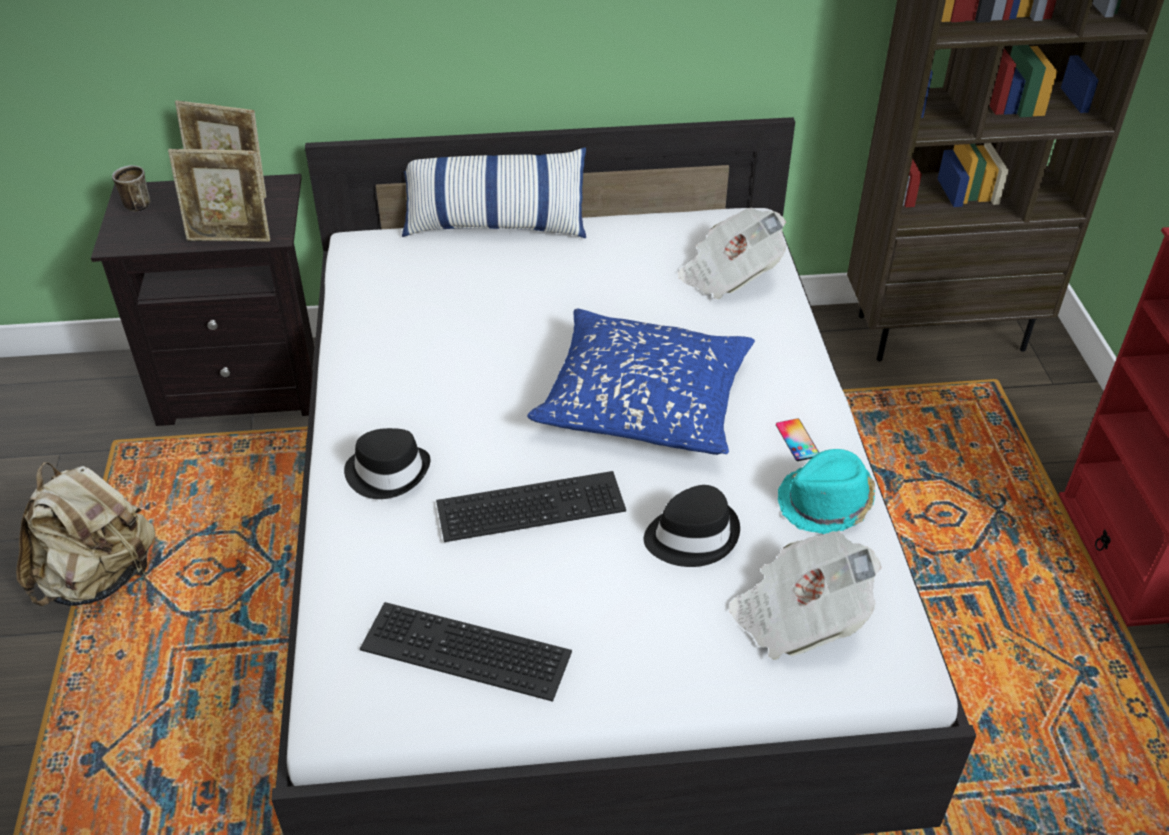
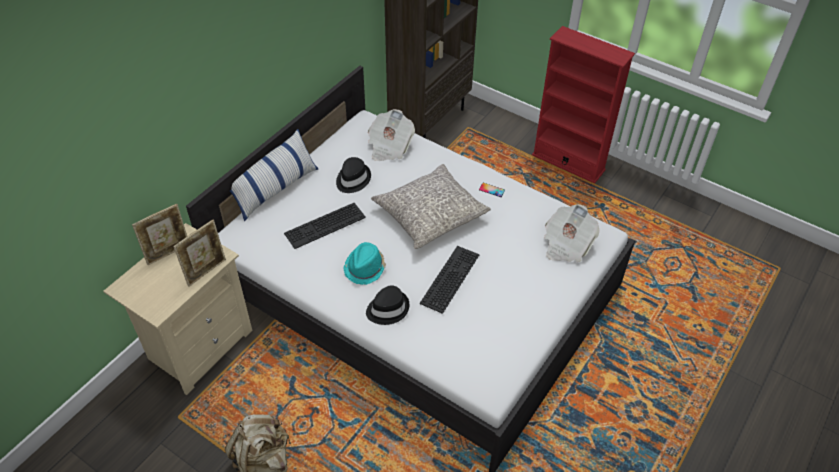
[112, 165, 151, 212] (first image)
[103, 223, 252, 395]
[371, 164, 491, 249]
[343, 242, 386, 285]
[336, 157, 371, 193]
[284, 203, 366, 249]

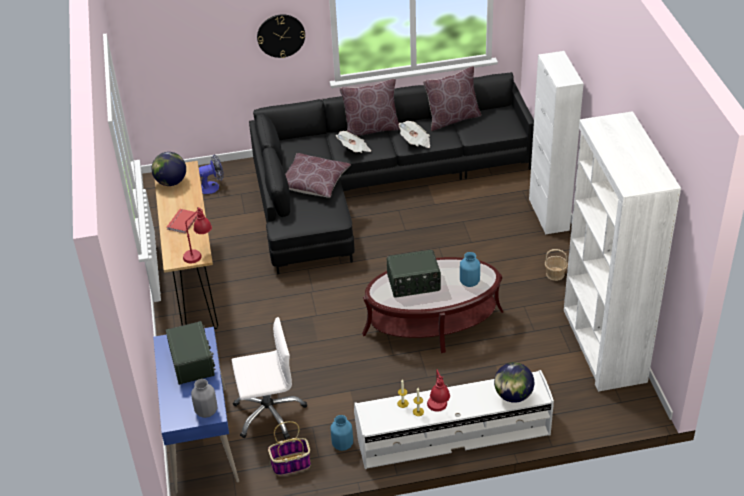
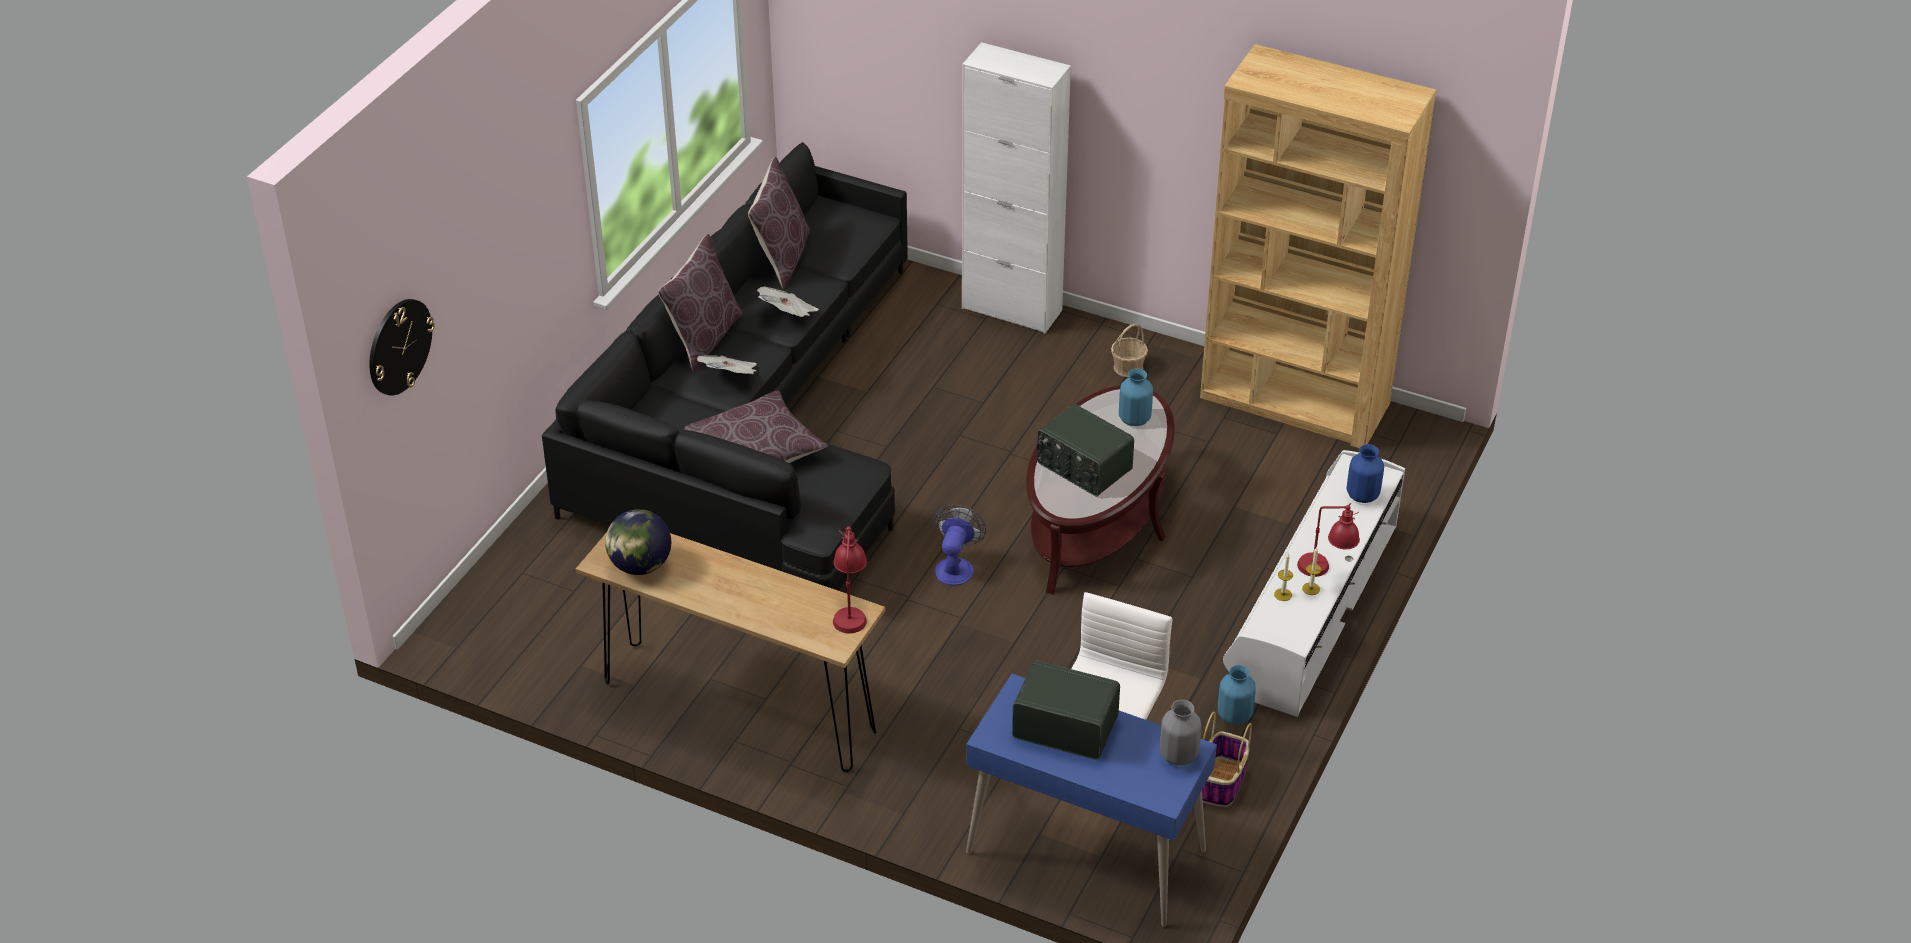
[370, 299, 435, 396]
[1200, 44, 1436, 448]
[935, 505, 986, 586]
[167, 209, 197, 234] (first image)
[1037, 404, 1134, 496]
[1347, 444, 1384, 503]

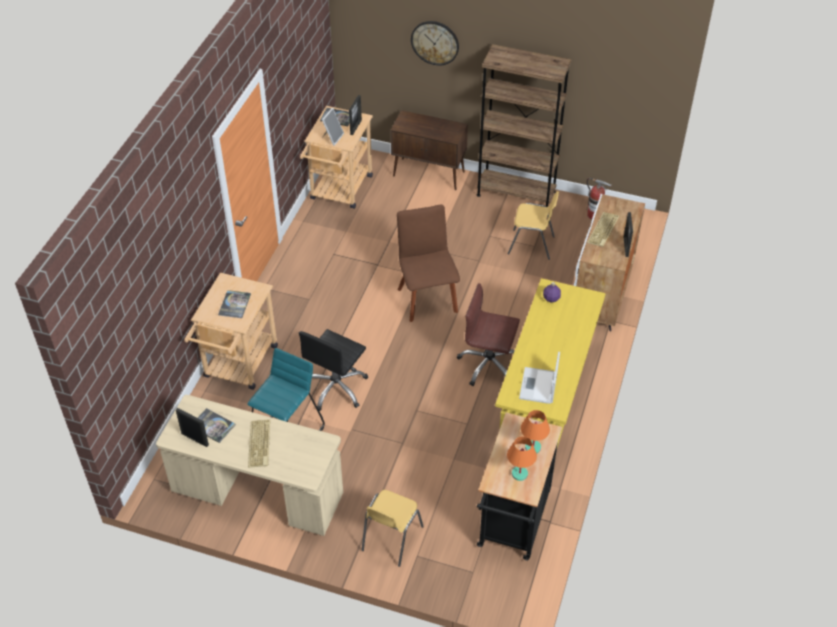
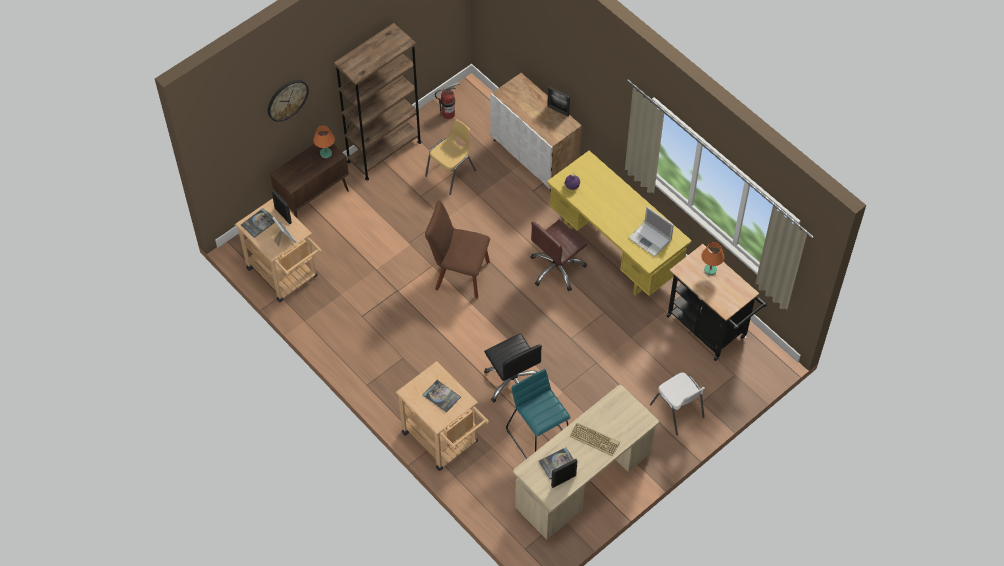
[587, 212, 619, 247] (first image)
[313, 125, 335, 158]
[650, 372, 705, 435]

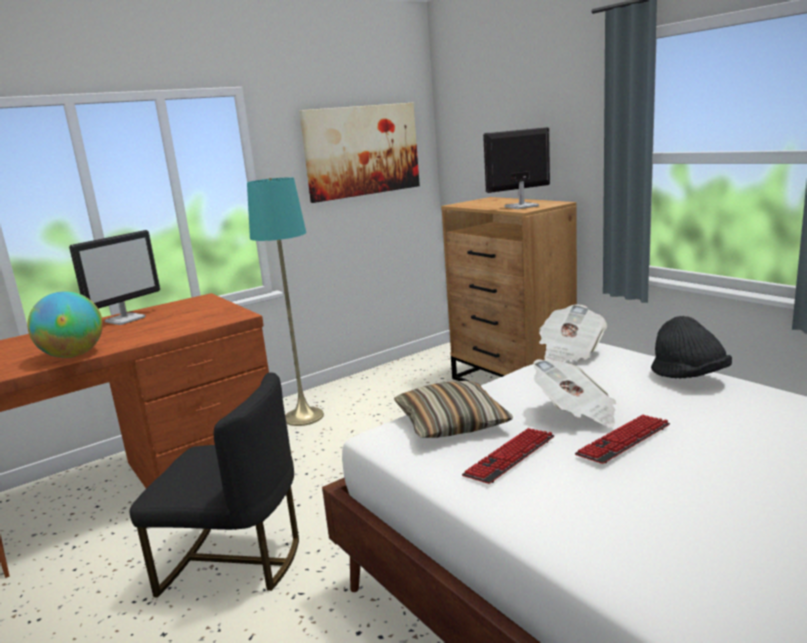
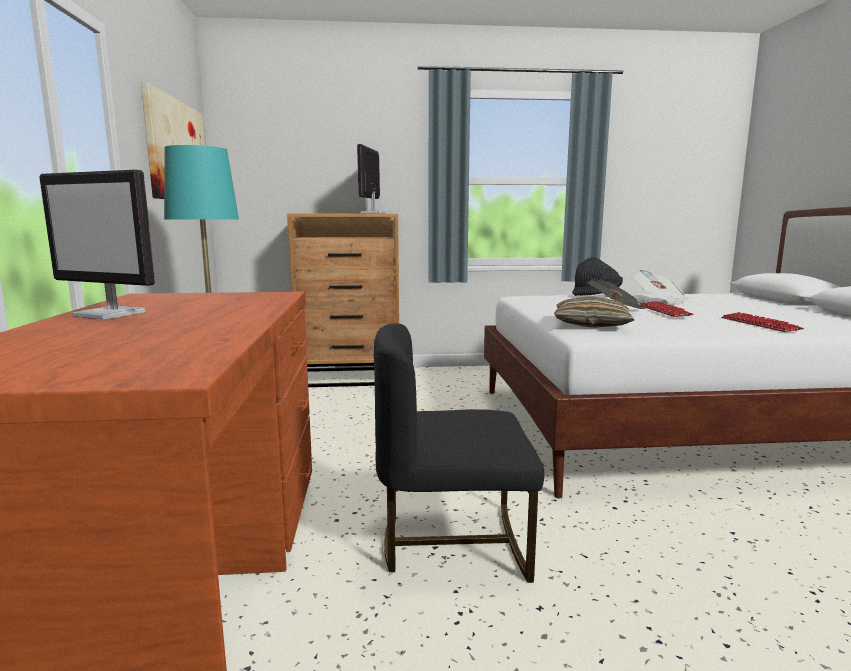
[39, 170, 155, 319]
[28, 291, 103, 358] (first image)
[634, 269, 688, 305]
[374, 323, 544, 583]
[722, 312, 804, 332]

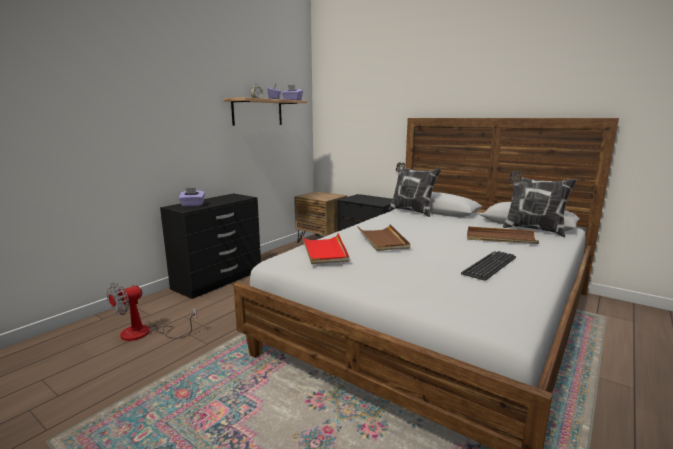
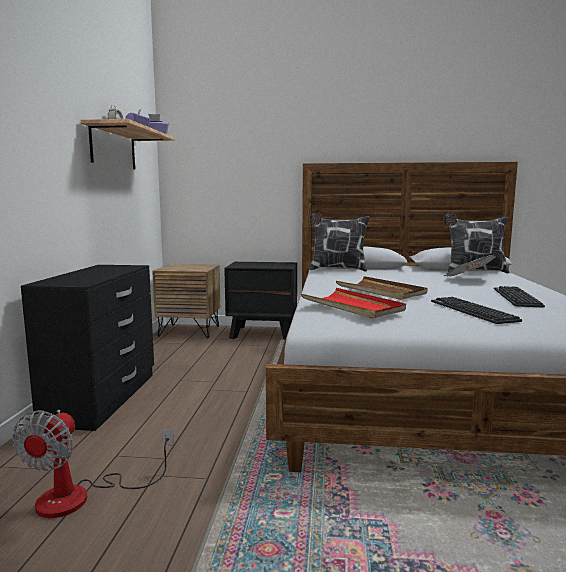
[179, 188, 205, 207] (first image)
[444, 255, 495, 277]
[431, 297, 522, 324]

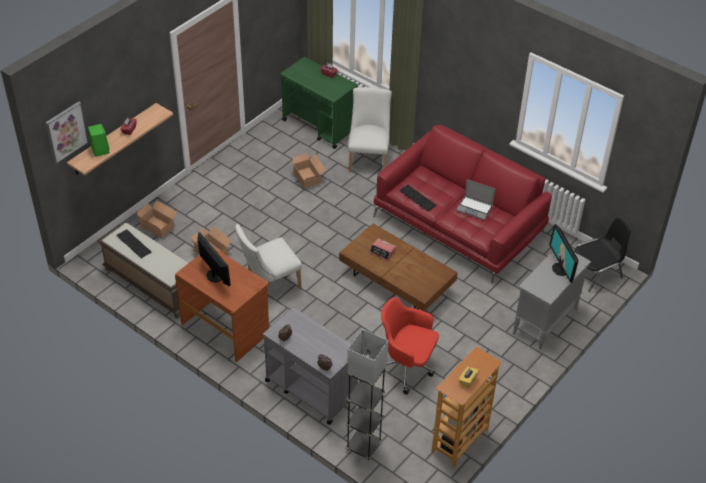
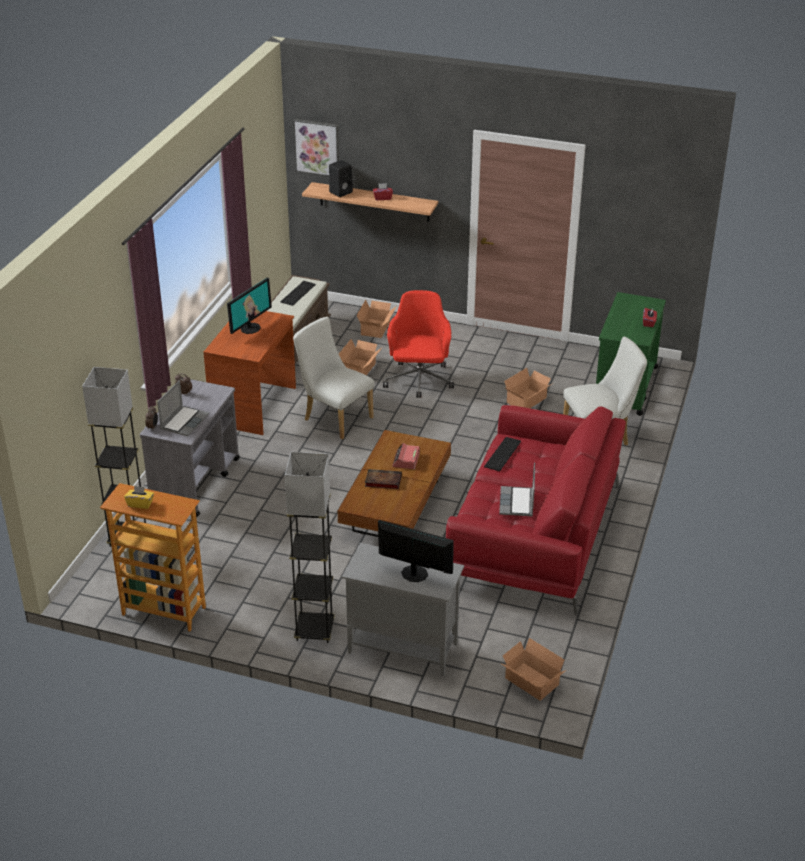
[329, 160, 353, 197]
[500, 638, 566, 701]
[378, 520, 454, 582]
[383, 290, 454, 398]
[157, 380, 209, 436]
[285, 452, 335, 643]
[365, 469, 402, 489]

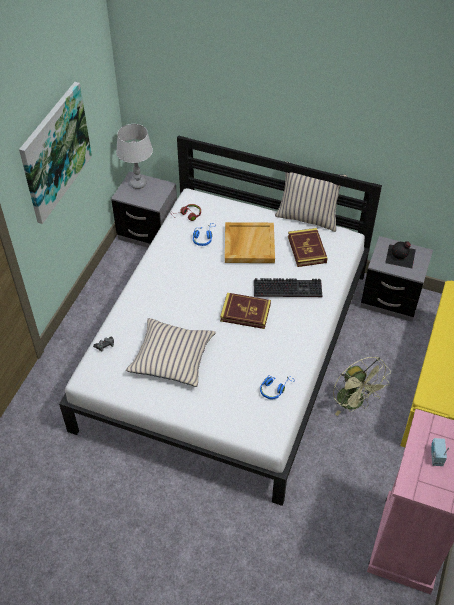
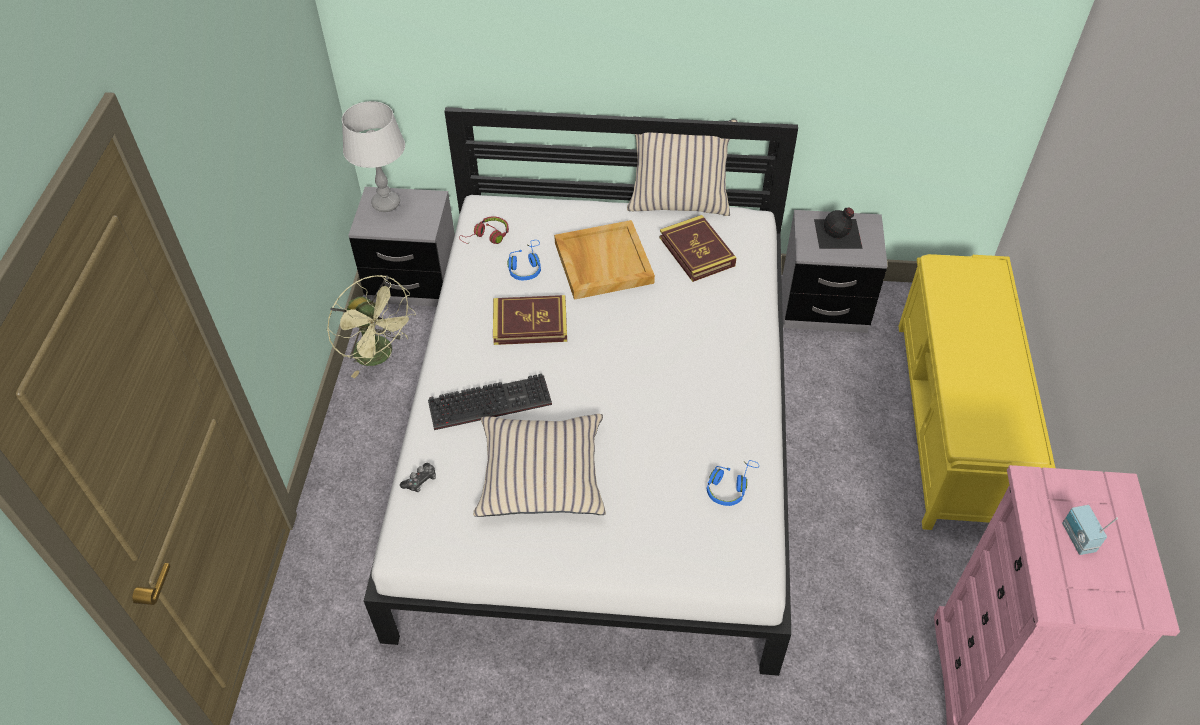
[19, 82, 92, 224] (first image)
[428, 374, 552, 430]
[493, 295, 567, 345]
[327, 275, 416, 378]

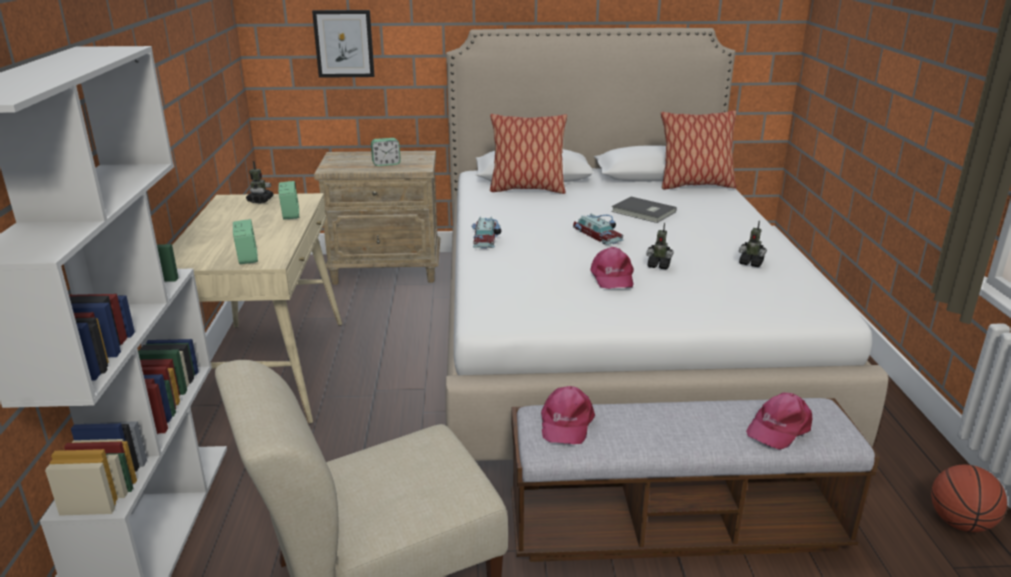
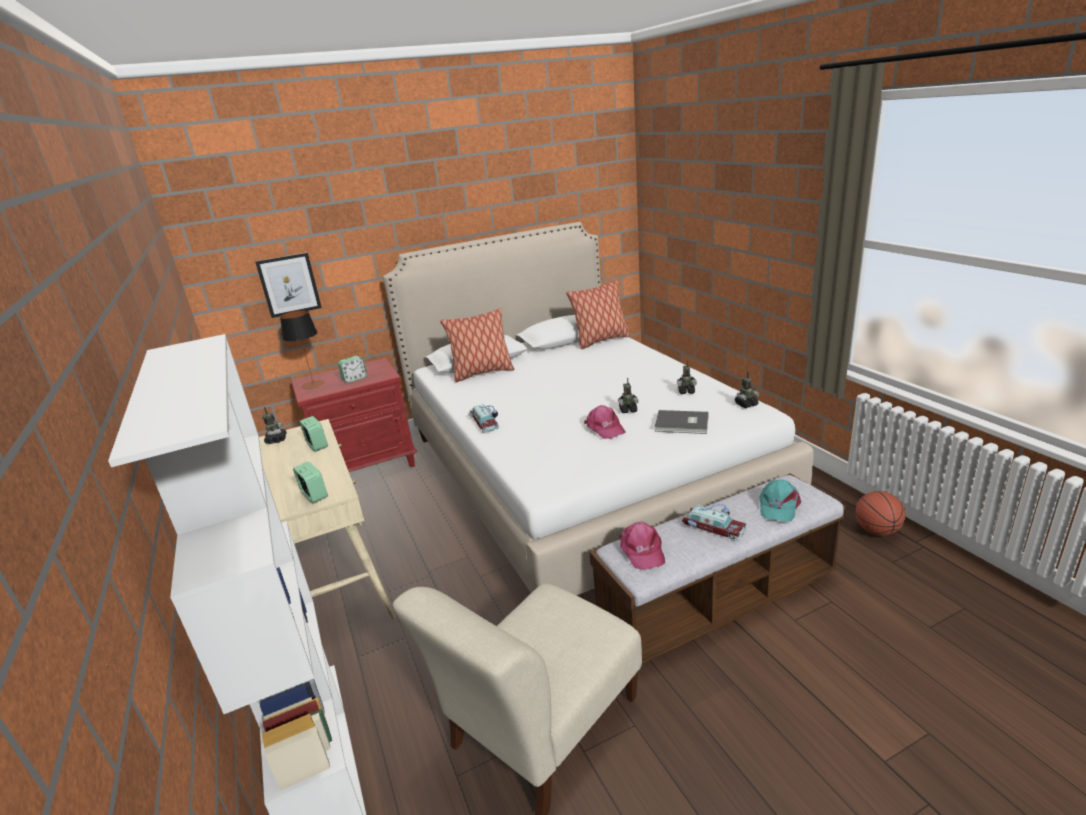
[291, 358, 417, 472]
[655, 410, 709, 434]
[681, 504, 747, 540]
[759, 479, 801, 522]
[280, 310, 325, 389]
[735, 371, 760, 408]

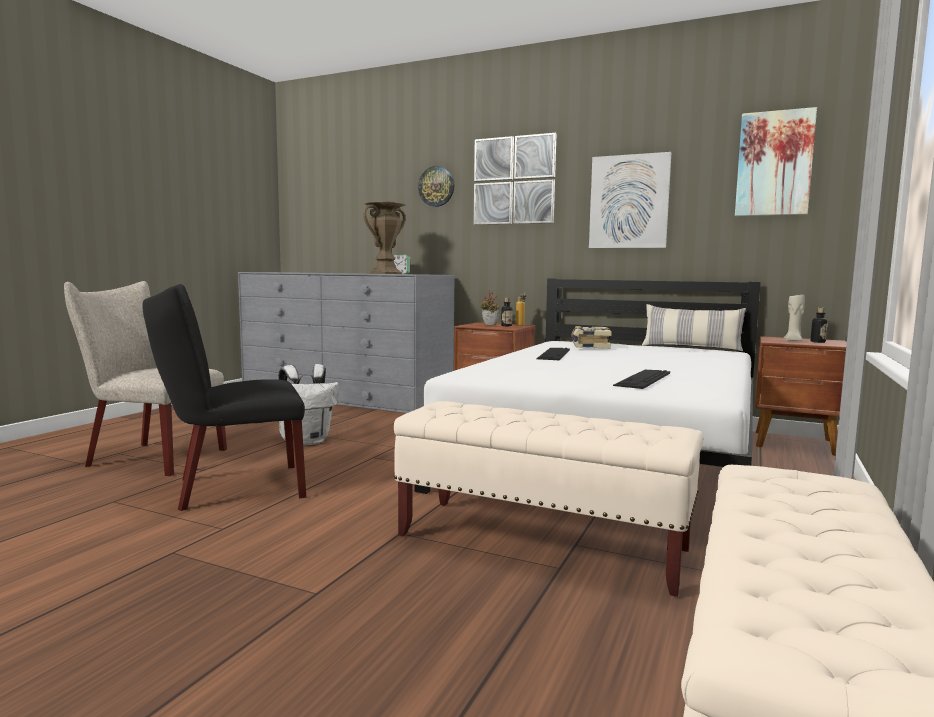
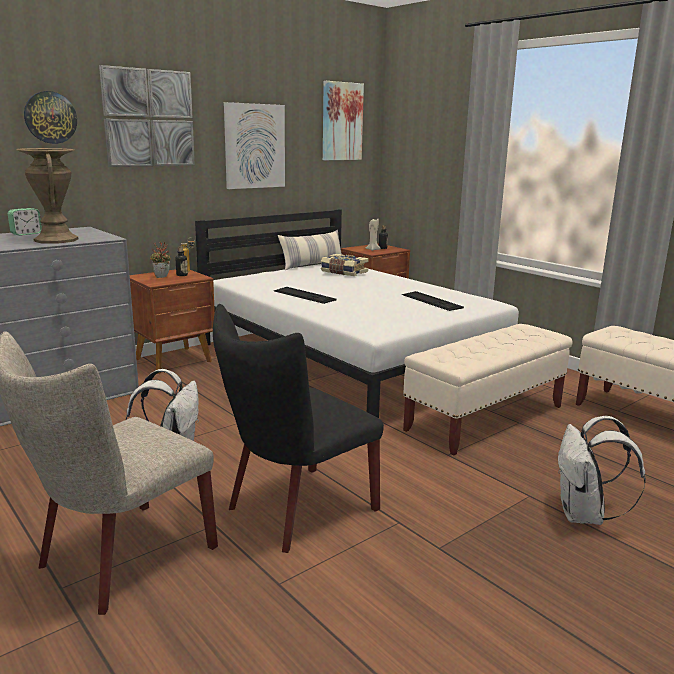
[213, 304, 384, 553]
[321, 254, 369, 276]
[558, 416, 646, 525]

